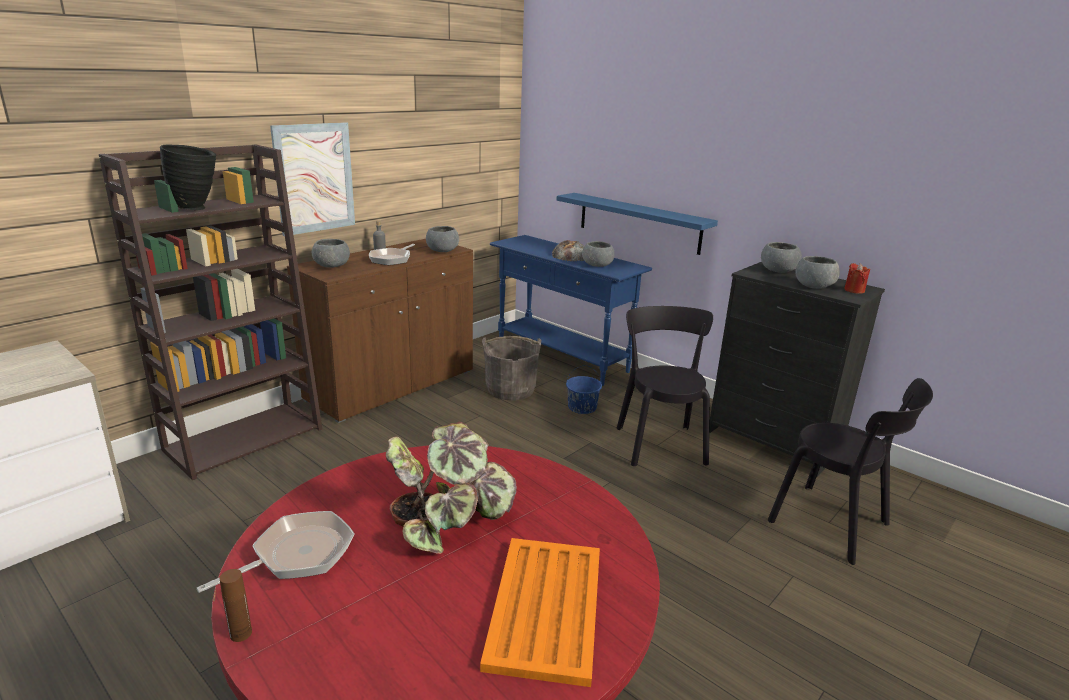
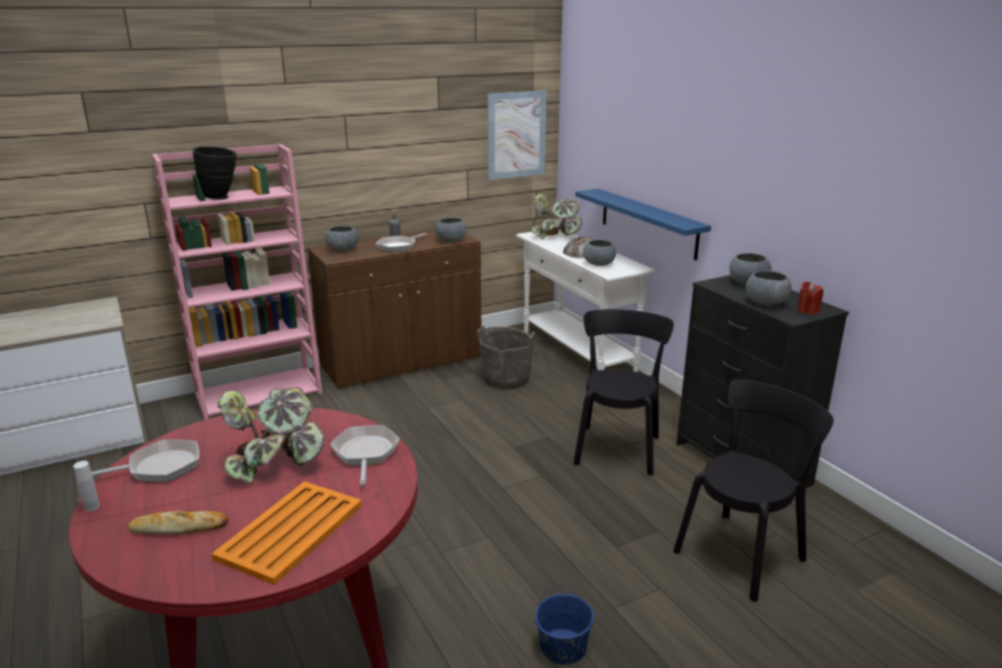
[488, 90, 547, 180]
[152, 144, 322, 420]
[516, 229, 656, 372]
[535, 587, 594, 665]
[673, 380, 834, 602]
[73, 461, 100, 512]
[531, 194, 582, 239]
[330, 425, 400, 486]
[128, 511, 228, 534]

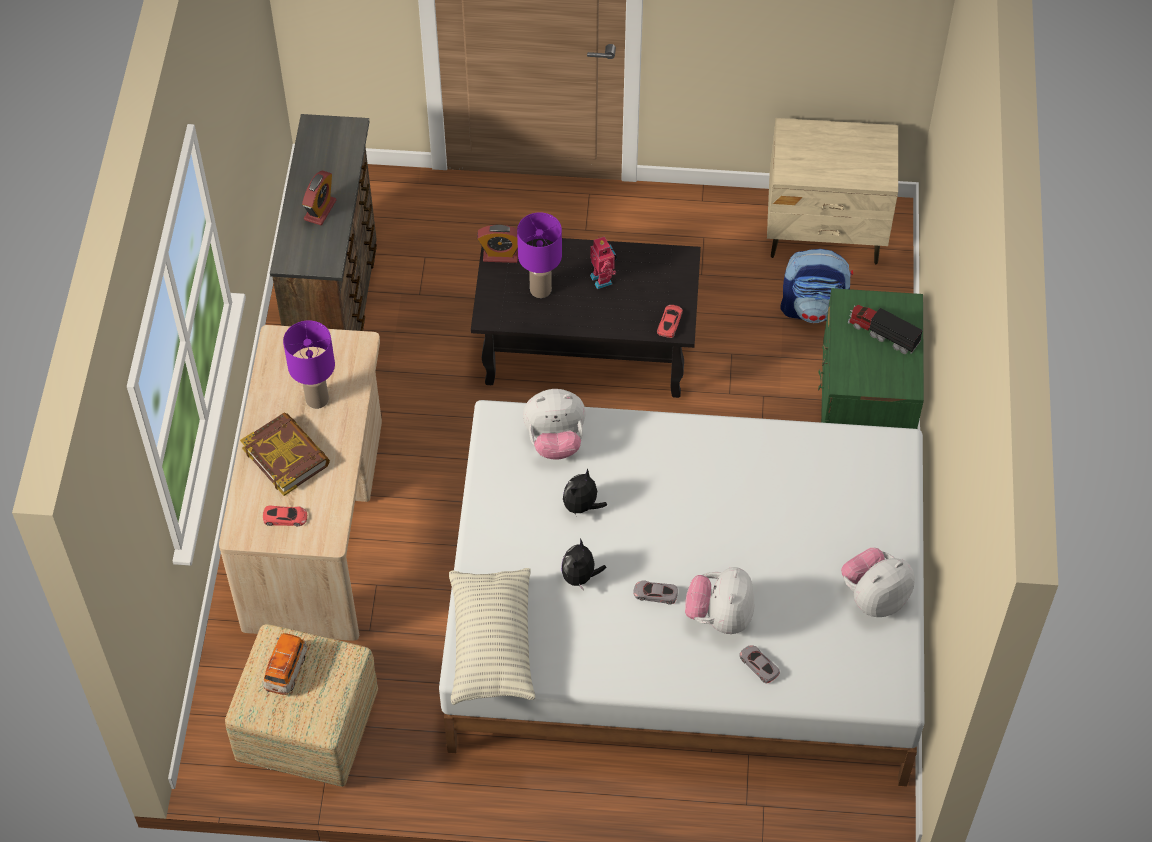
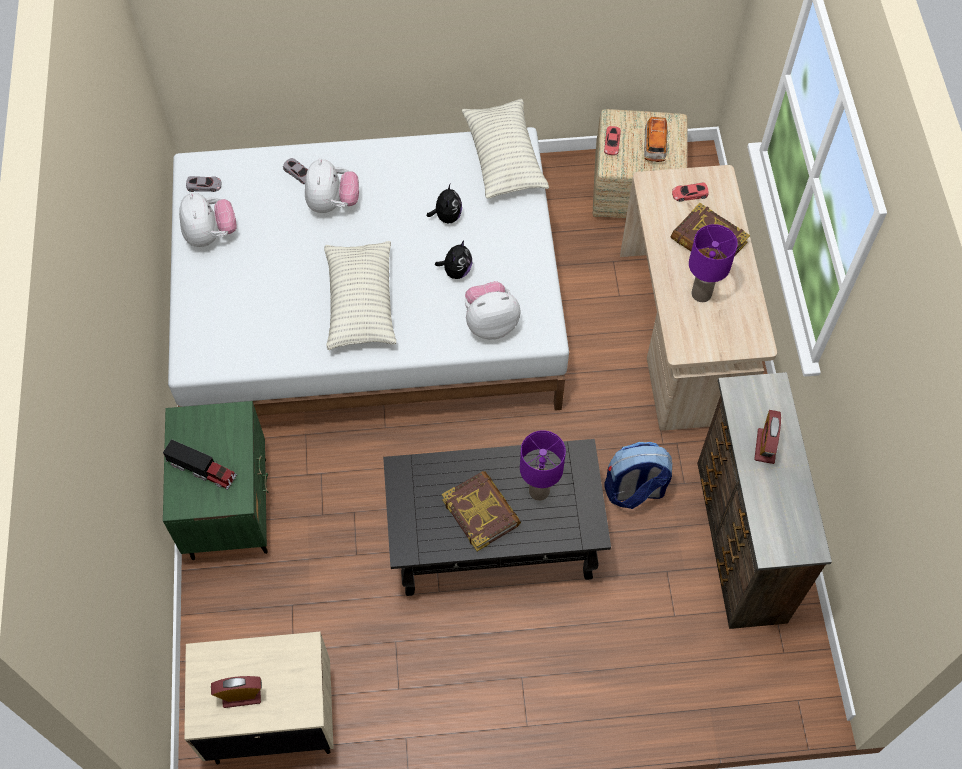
[211, 676, 262, 708]
[442, 471, 521, 551]
[604, 442, 673, 509]
[604, 126, 621, 155]
[179, 192, 237, 247]
[186, 176, 222, 192]
[324, 241, 396, 351]

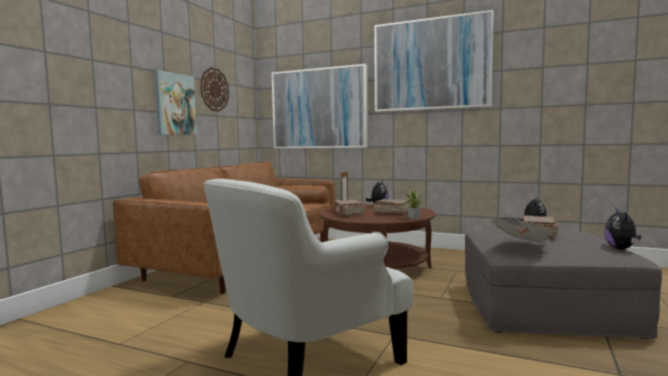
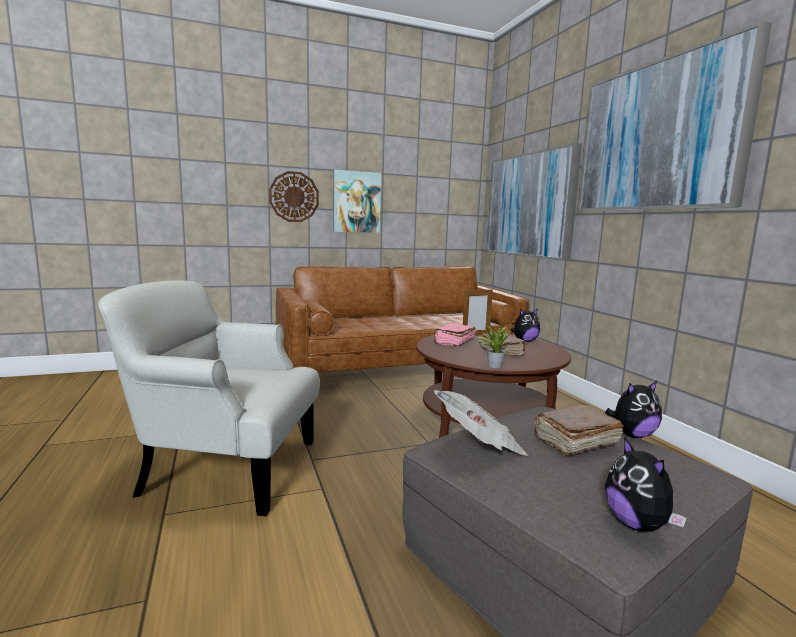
[269, 171, 319, 222]
[434, 323, 476, 347]
[605, 437, 687, 531]

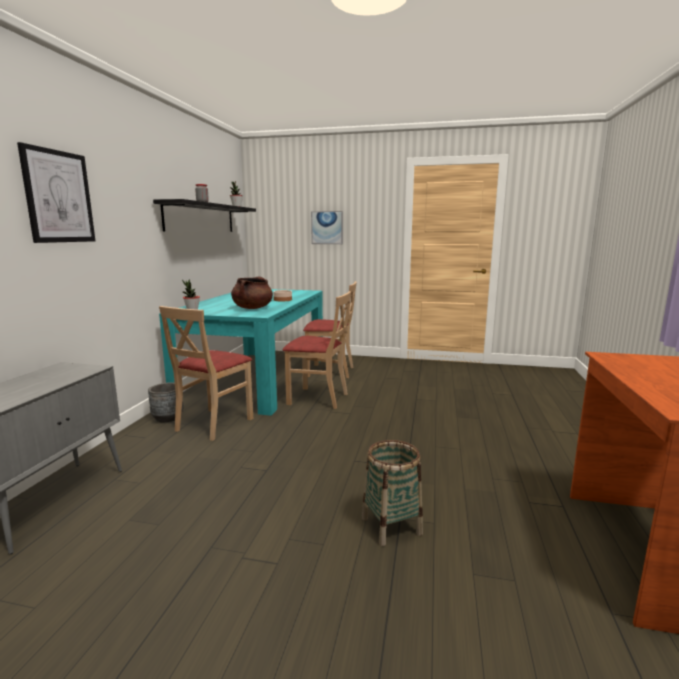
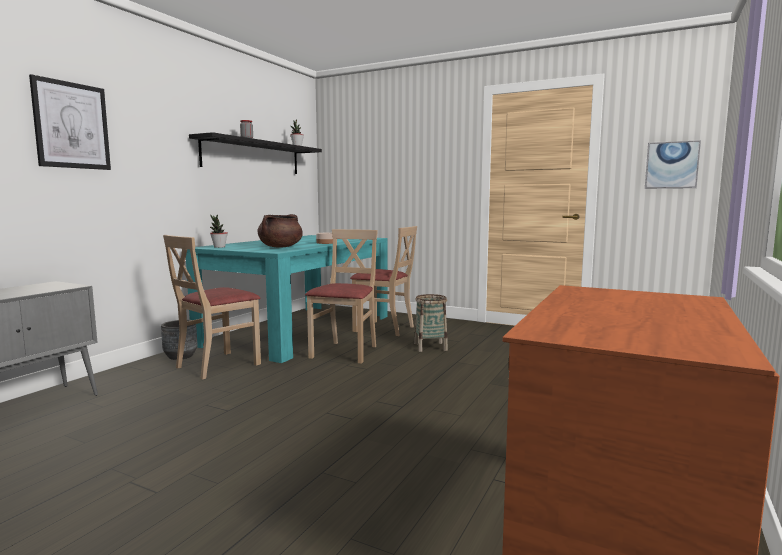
[645, 140, 701, 189]
[305, 229, 378, 363]
[414, 294, 448, 352]

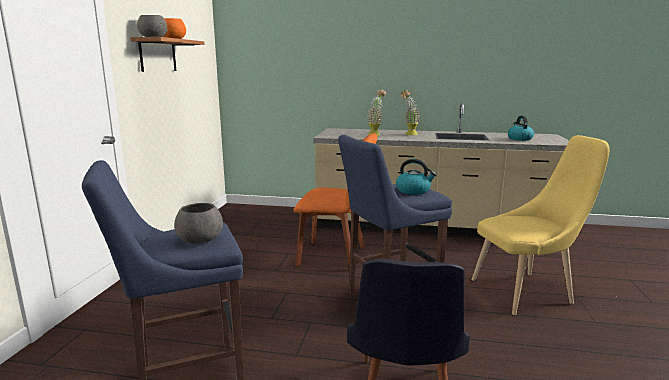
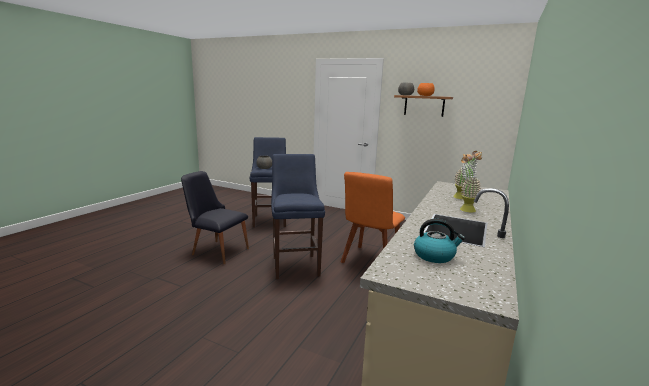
[471, 135, 609, 315] (first image)
[396, 159, 437, 195] (first image)

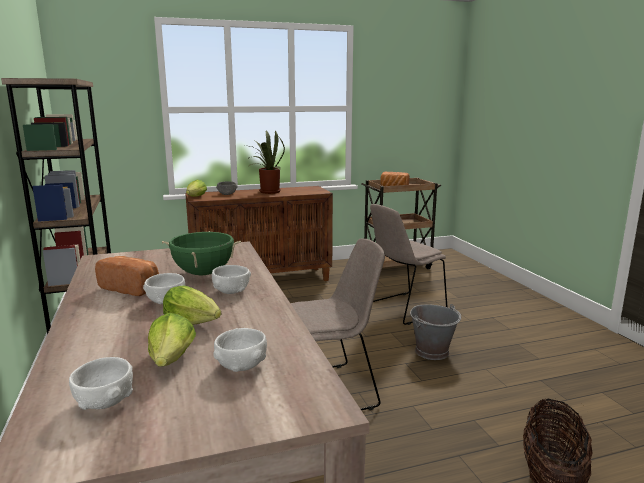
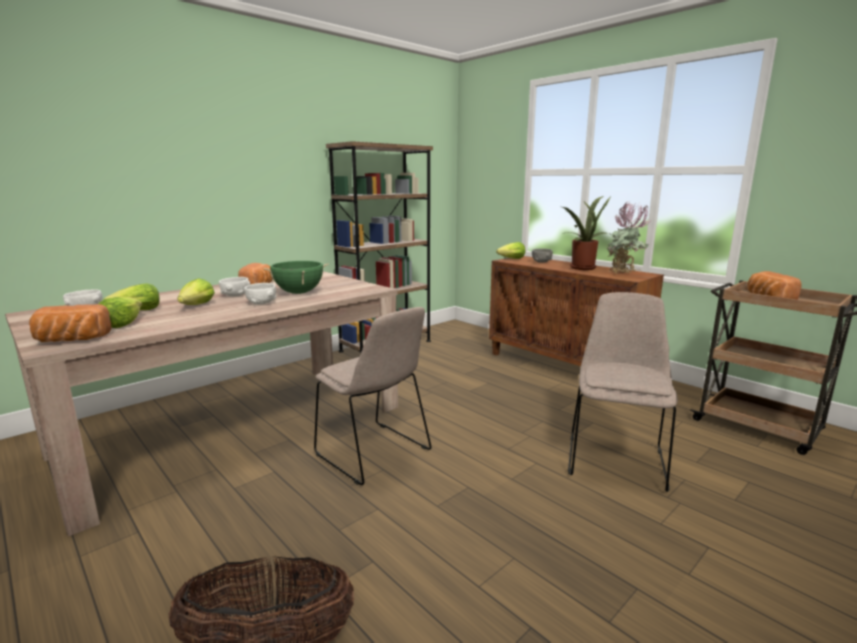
[568, 292, 678, 492]
[410, 304, 461, 360] (first image)
[99, 297, 142, 328]
[606, 202, 651, 274]
[29, 304, 112, 342]

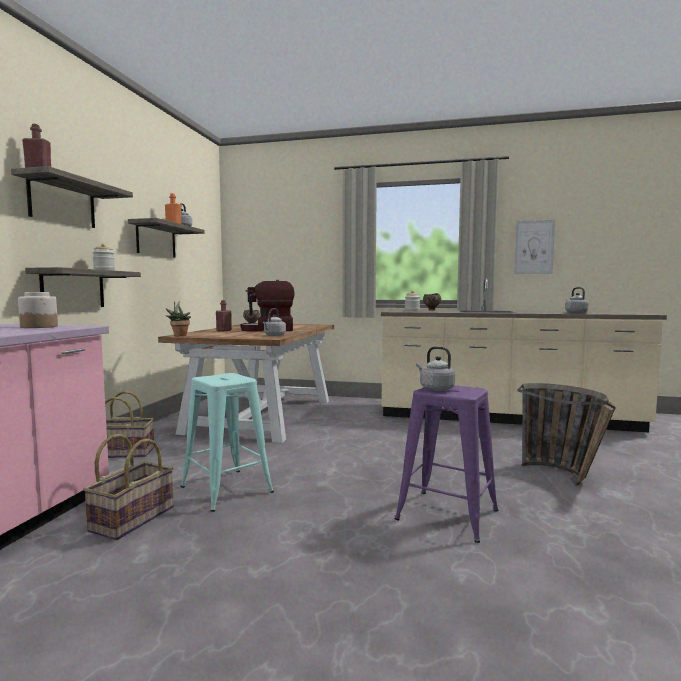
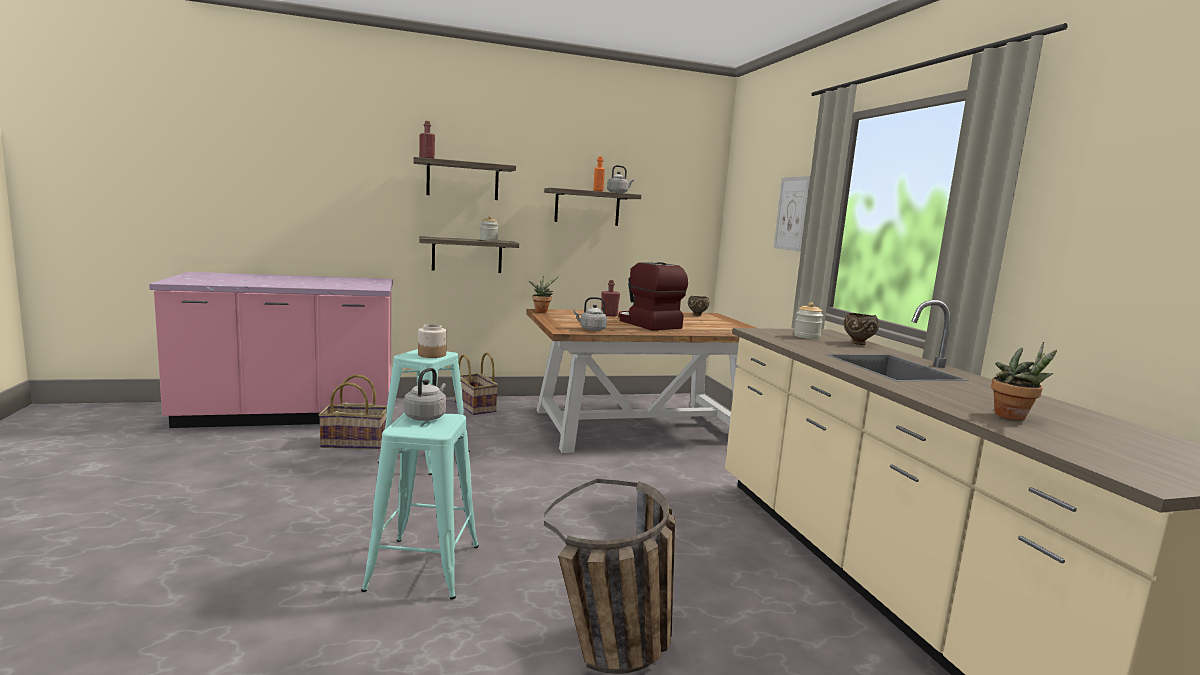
[774, 176, 810, 252]
[991, 342, 1057, 420]
[418, 324, 447, 358]
[361, 413, 479, 600]

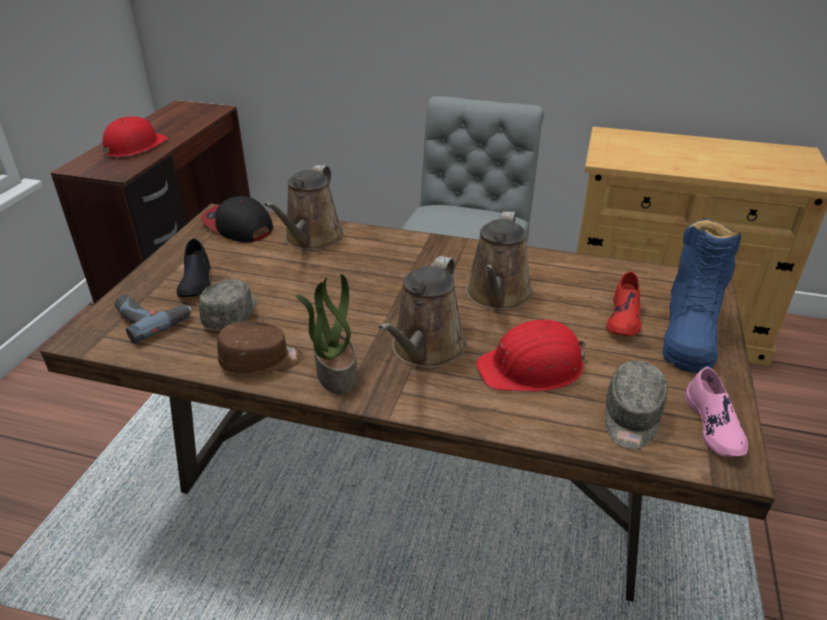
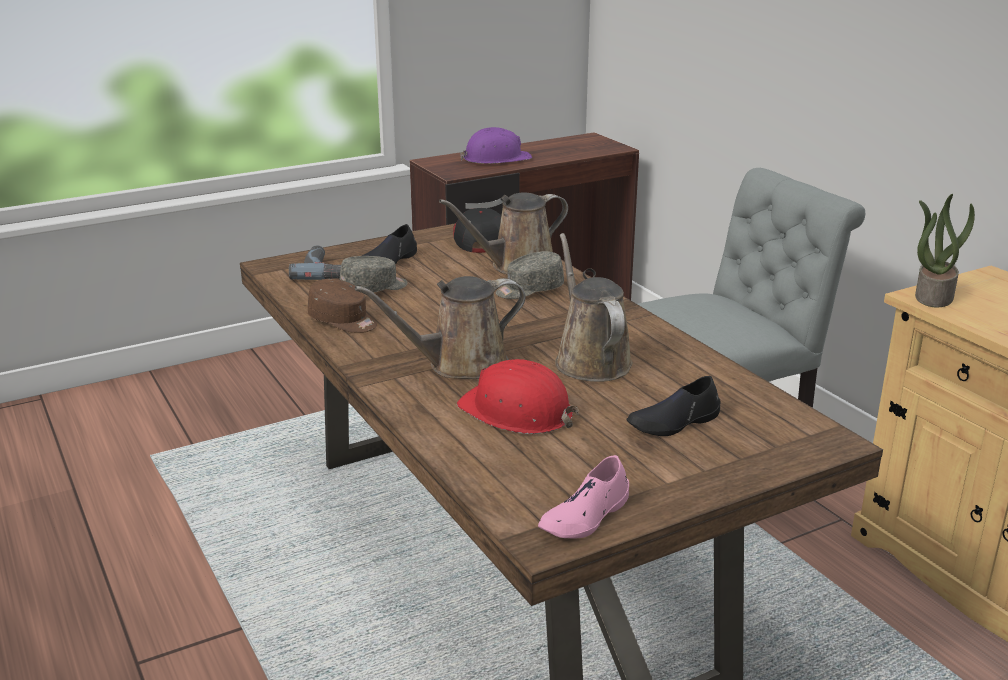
[460, 127, 532, 164]
[555, 233, 633, 382]
[663, 218, 741, 373] (first image)
[627, 376, 720, 436]
[915, 194, 975, 307]
[495, 251, 564, 299]

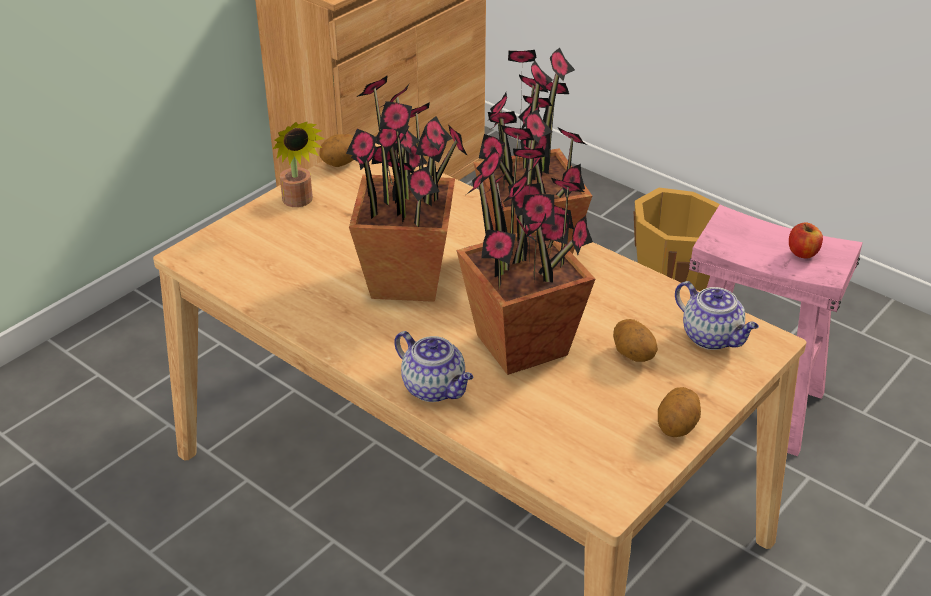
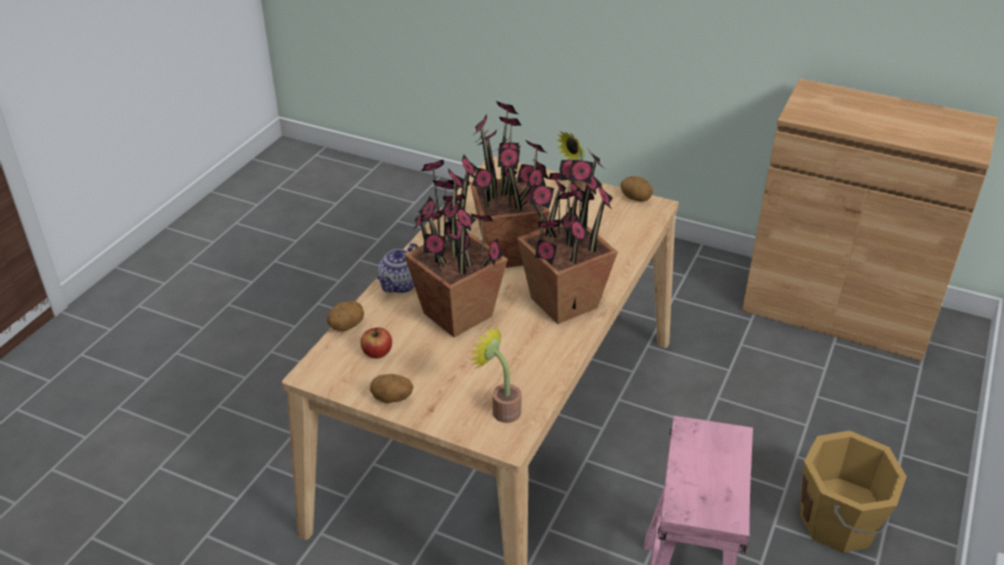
[360, 328, 392, 358]
[469, 326, 522, 423]
[327, 301, 364, 331]

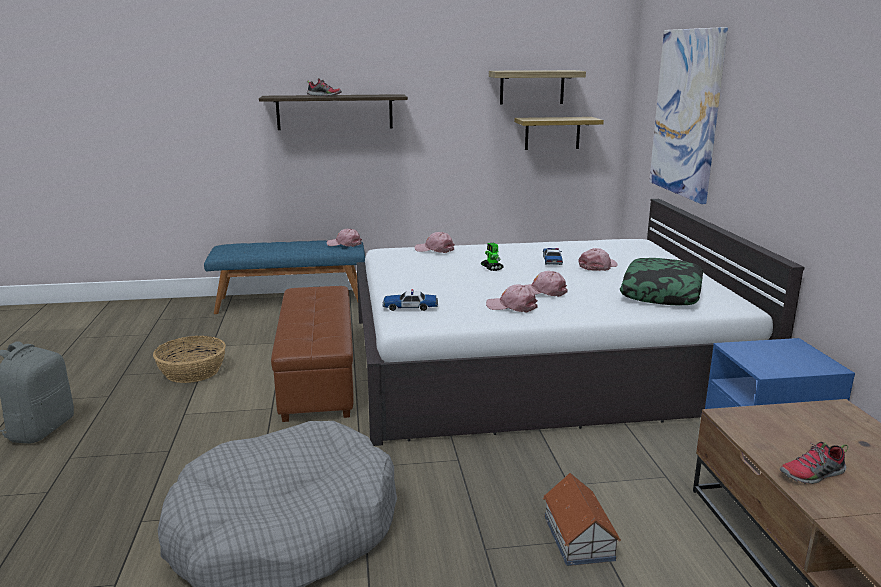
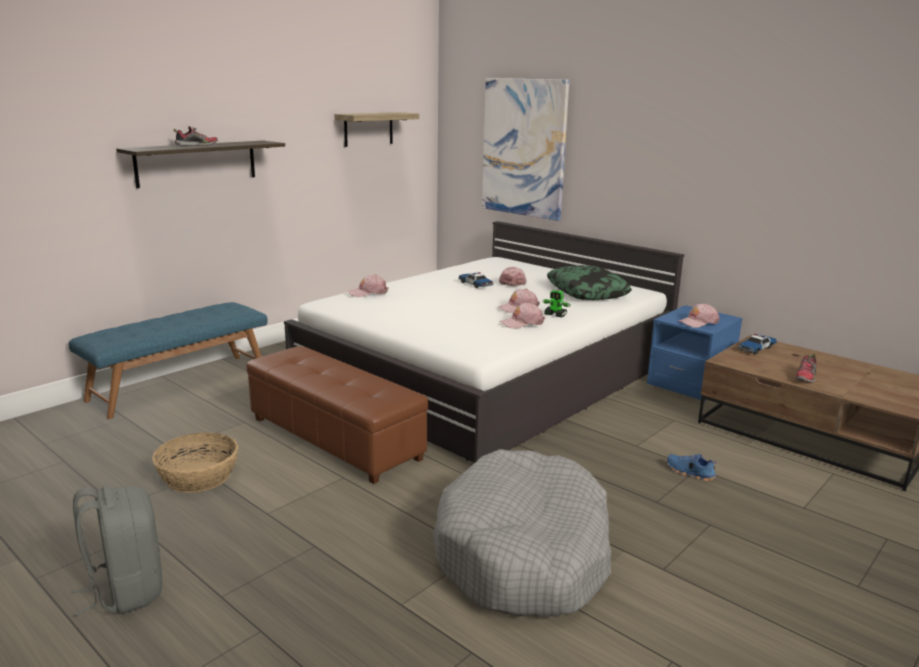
[514, 117, 604, 150] (first image)
[679, 303, 720, 328]
[542, 290, 571, 317]
[738, 334, 777, 354]
[667, 453, 717, 481]

